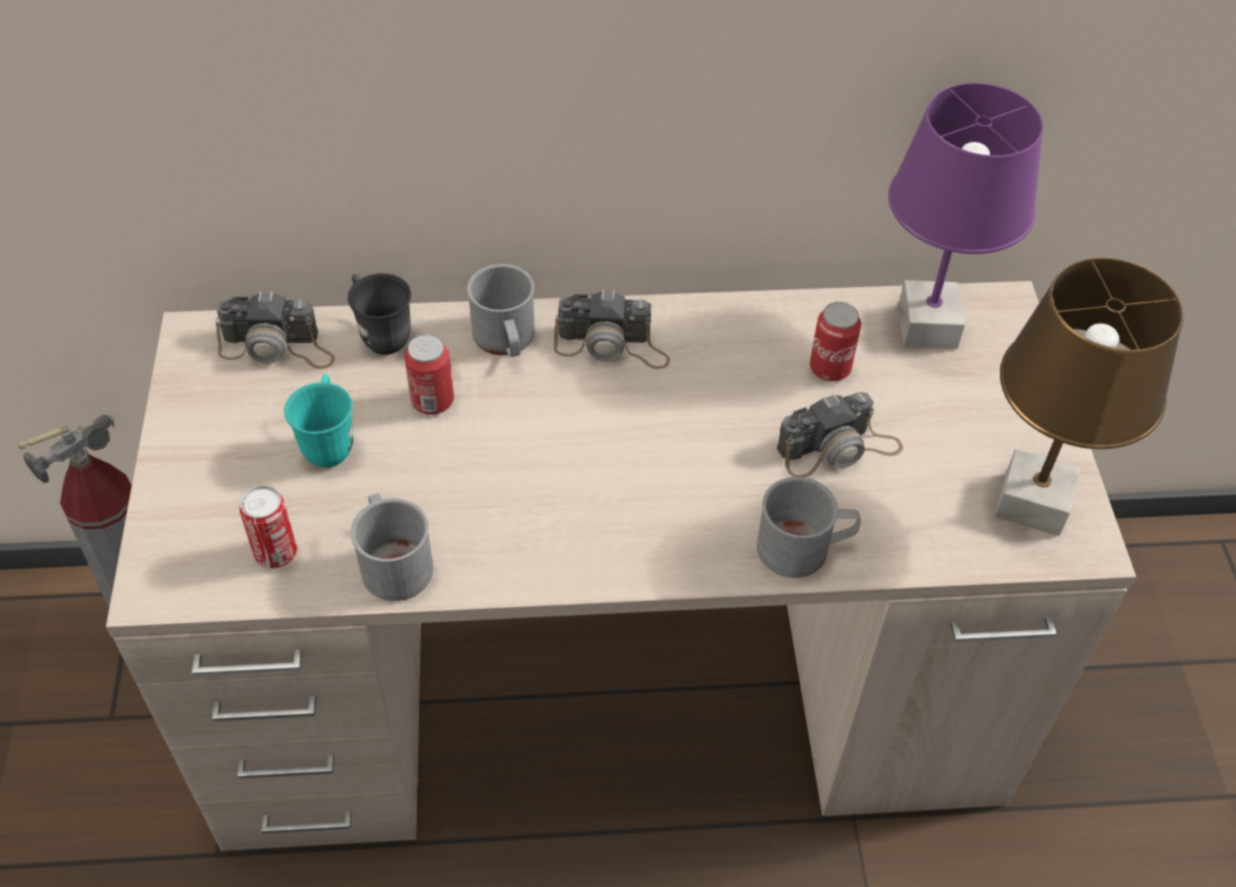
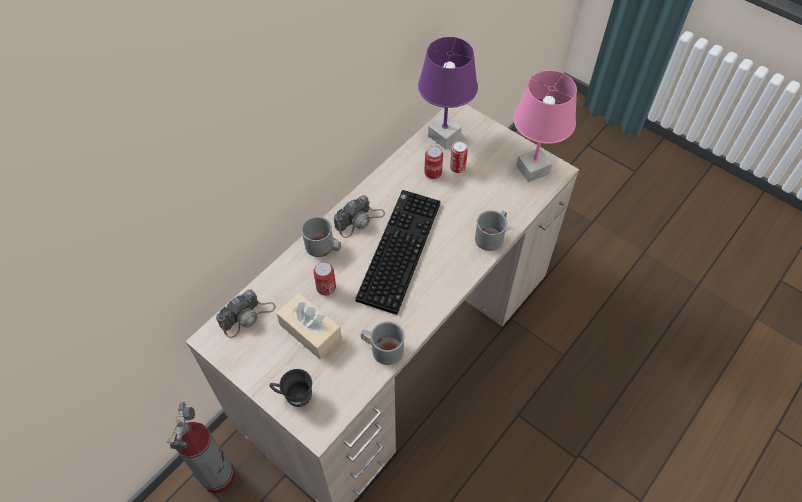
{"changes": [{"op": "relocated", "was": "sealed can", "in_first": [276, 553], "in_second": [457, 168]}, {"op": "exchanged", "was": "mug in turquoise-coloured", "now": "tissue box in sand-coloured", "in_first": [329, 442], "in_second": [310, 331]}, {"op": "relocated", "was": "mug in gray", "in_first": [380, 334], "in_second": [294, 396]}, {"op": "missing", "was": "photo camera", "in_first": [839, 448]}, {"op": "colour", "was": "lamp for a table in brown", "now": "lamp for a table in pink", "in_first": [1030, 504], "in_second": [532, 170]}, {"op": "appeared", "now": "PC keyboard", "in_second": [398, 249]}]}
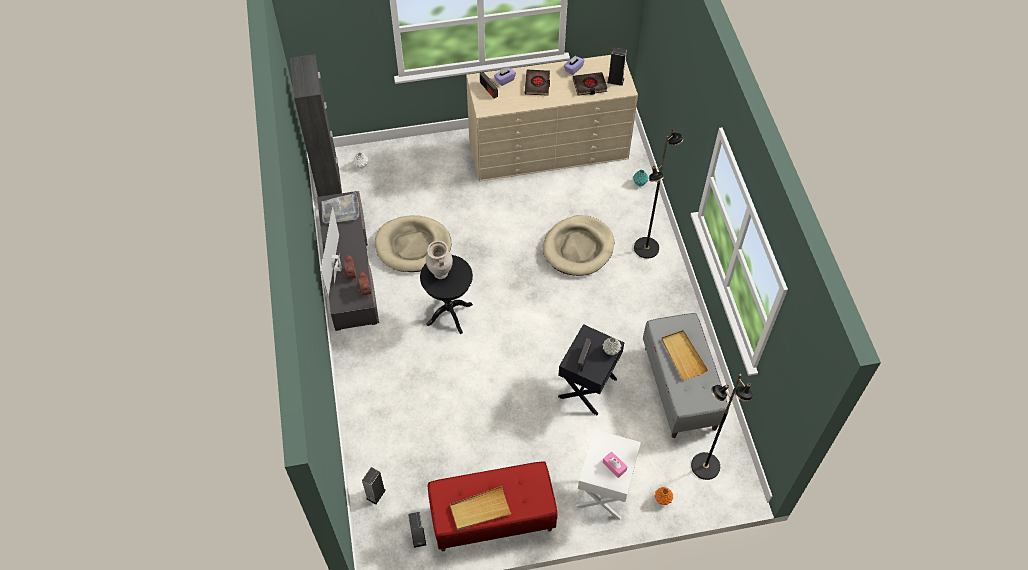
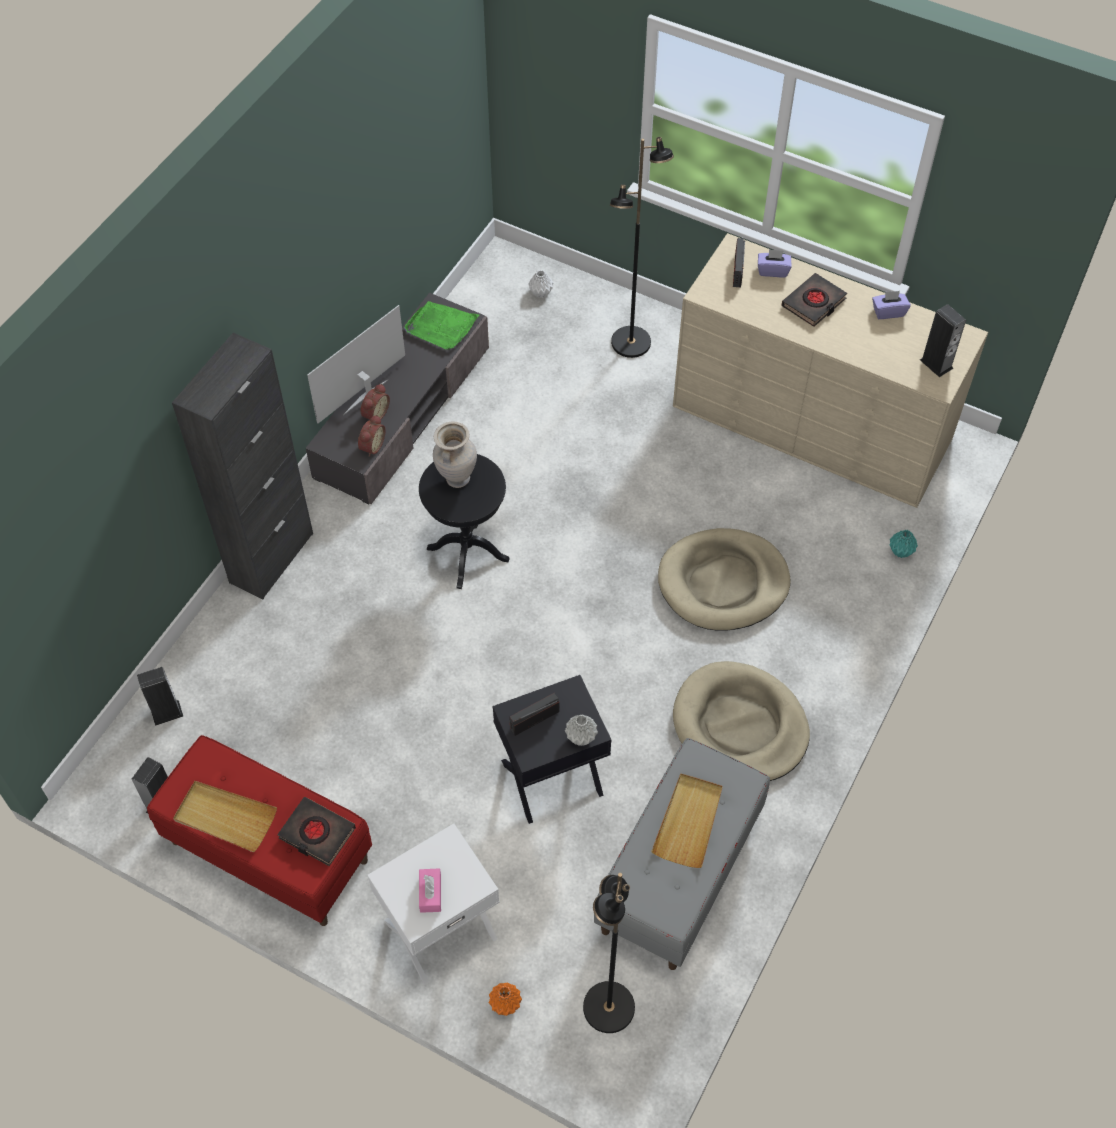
{"changes": [{"op": "relocated", "was": "storage cabinet in black", "in_first": [330, 188], "in_second": [271, 558]}, {"op": "colour", "was": "serving tray in gray", "now": "serving tray in green", "in_first": [341, 210], "in_second": [441, 327]}, {"op": "relocated", "was": "pet bed in sand-coloured", "in_first": [413, 246], "in_second": [740, 726]}, {"op": "relocated", "was": "volume in black", "in_first": [589, 86], "in_second": [317, 834]}, {"op": "relocated", "was": "standard lamp in black", "in_first": [647, 248], "in_second": [631, 343]}]}
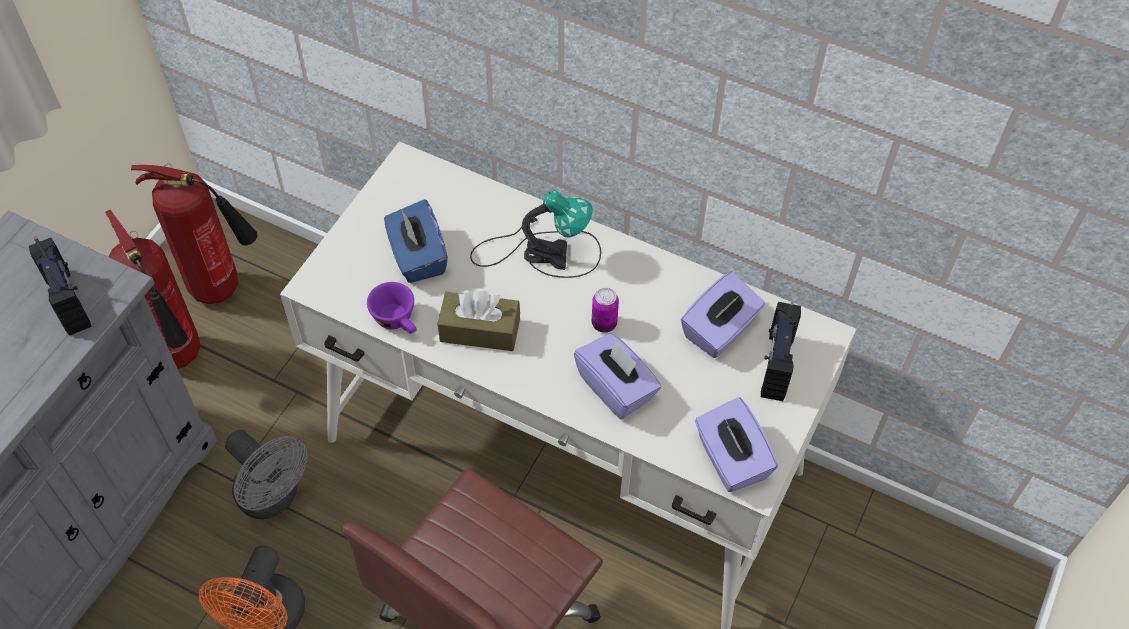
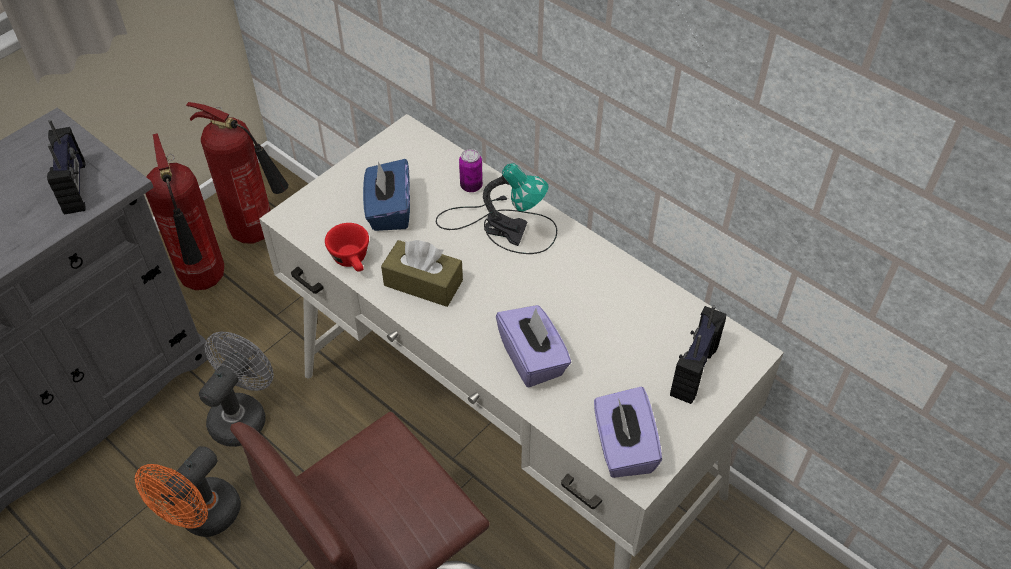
{"changes": [{"op": "spun", "was": "fan in gray", "in_first": [273, 498], "in_second": [243, 414], "clockwise": -120}, {"op": "colour", "was": "drinking cup in purple", "now": "drinking cup in red", "in_first": [398, 321], "in_second": [353, 261]}, {"op": "relocated", "was": "sealed can", "in_first": [604, 324], "in_second": [471, 186]}, {"op": "missing", "was": "tissue box in purple", "in_first": [720, 330]}]}
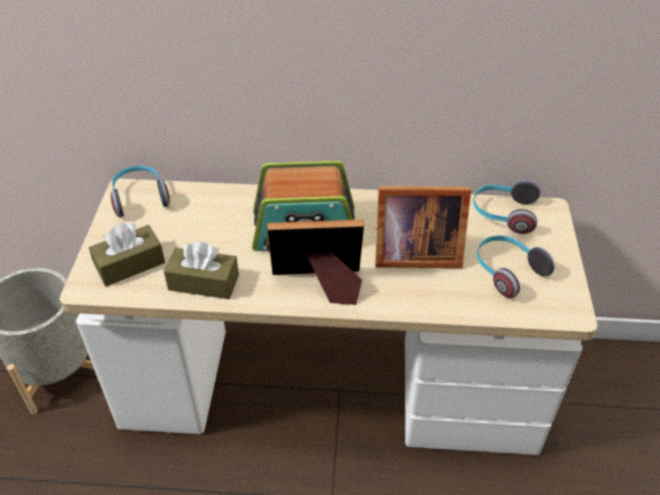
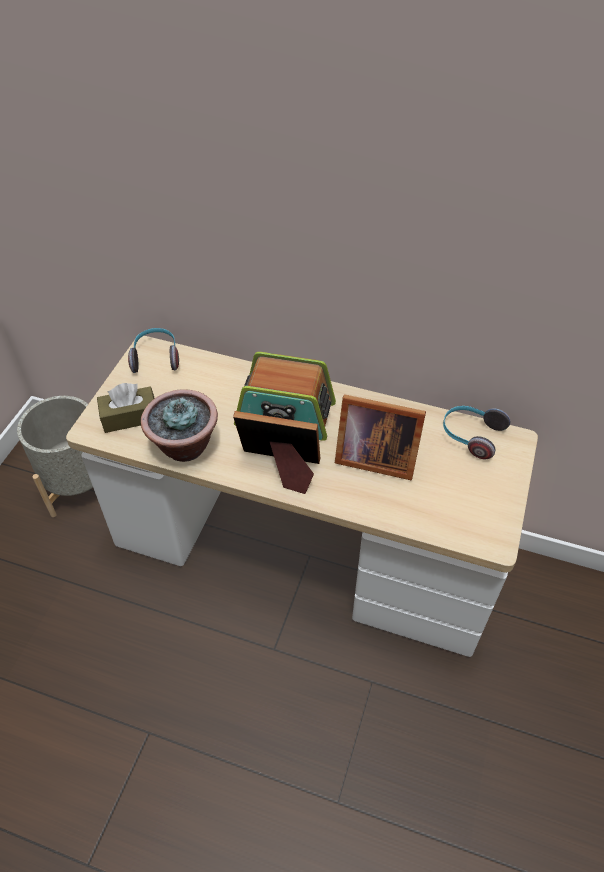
{"changes": [{"op": "exchanged", "was": "tissue box in brown", "now": "houseplant", "in_first": [203, 282], "in_second": [184, 446]}, {"op": "missing", "was": "headset", "in_first": [506, 271]}]}
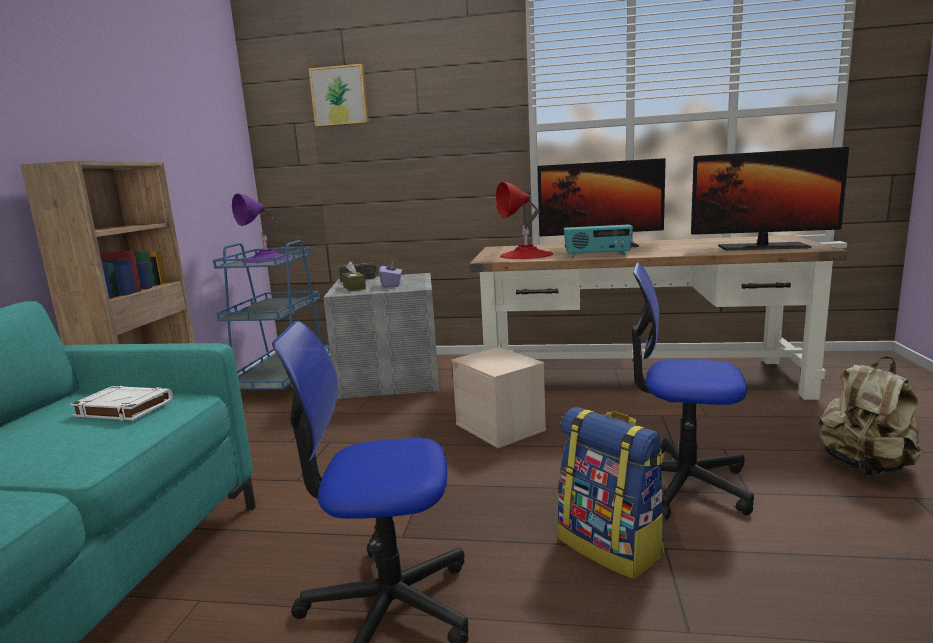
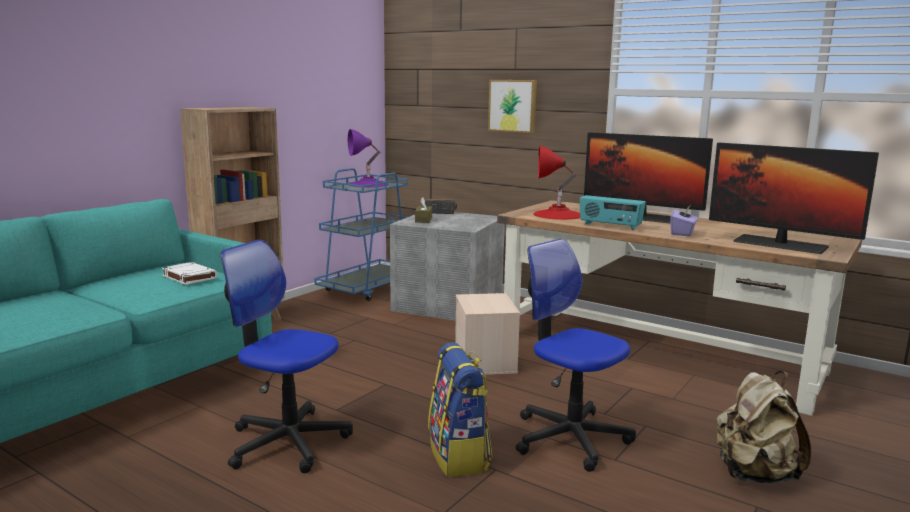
{"changes": [{"op": "relocated", "was": "picture", "in_first": [340, 96], "in_second": [513, 105]}, {"op": "relocated", "was": "tissue box in purple", "in_first": [392, 285], "in_second": [682, 233]}]}
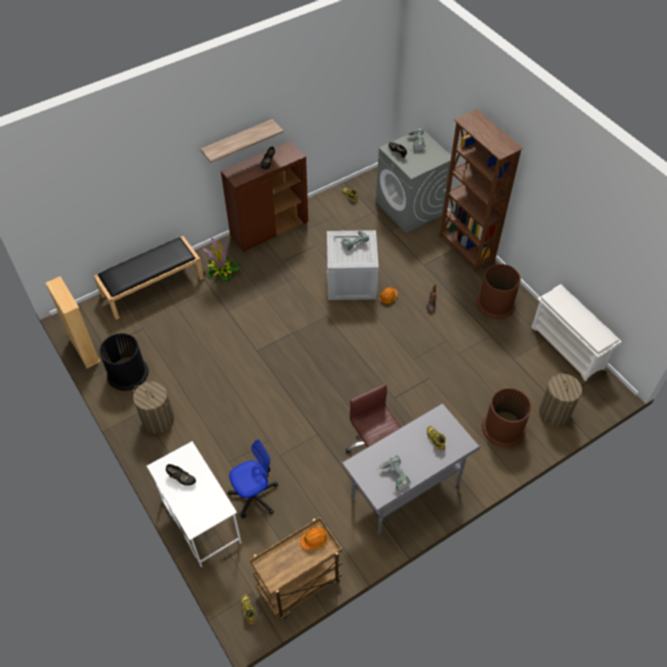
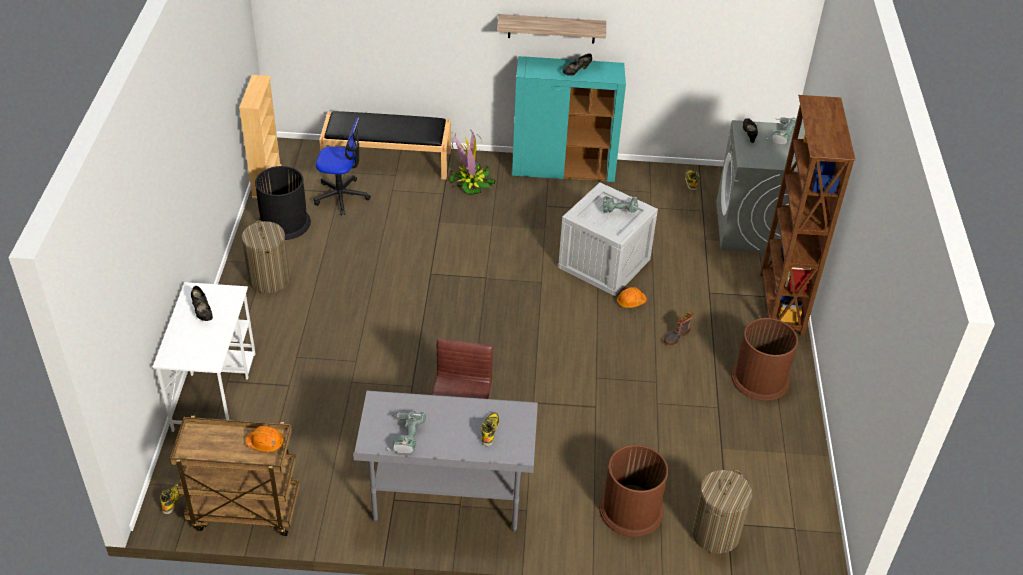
{"changes": [{"op": "colour", "was": "storage cabinet in brown", "now": "storage cabinet in turquoise-coloured", "in_first": [269, 229], "in_second": [564, 169]}, {"op": "relocated", "was": "computer chair", "in_first": [254, 496], "in_second": [341, 196]}, {"op": "missing", "was": "shoe shelf in white-coloured", "in_first": [568, 348]}]}
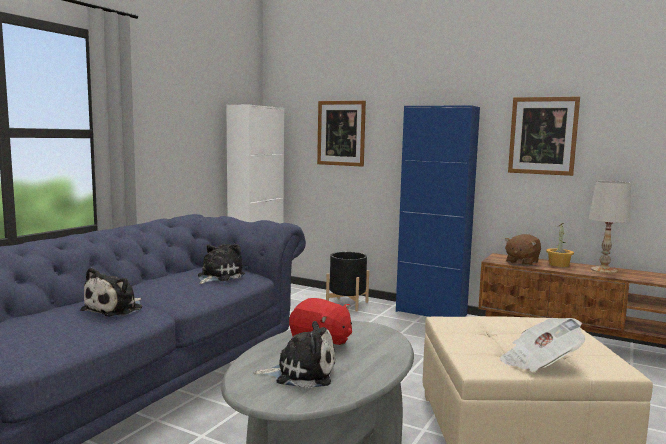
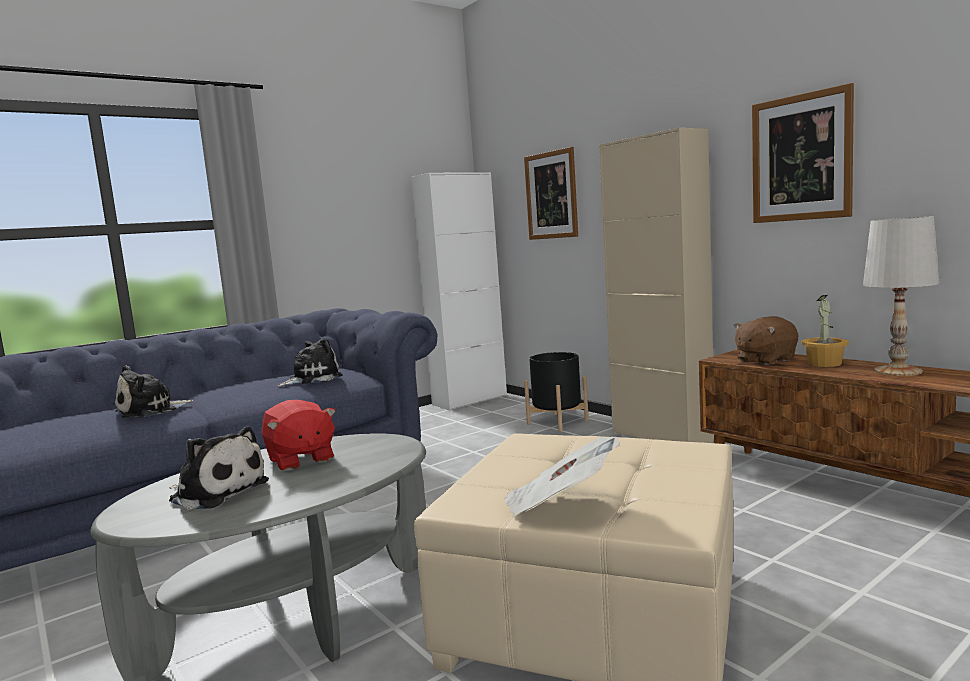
{"changes": [{"op": "colour", "was": "storage cabinet in blue-coloured", "now": "storage cabinet in sand-coloured", "in_first": [431, 313], "in_second": [661, 437]}]}
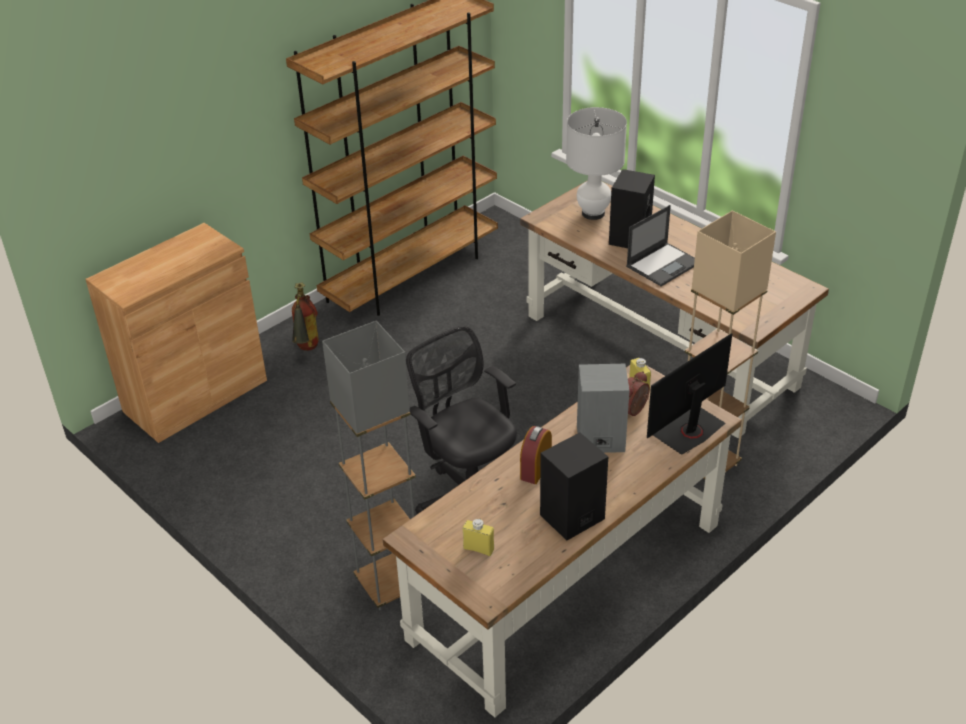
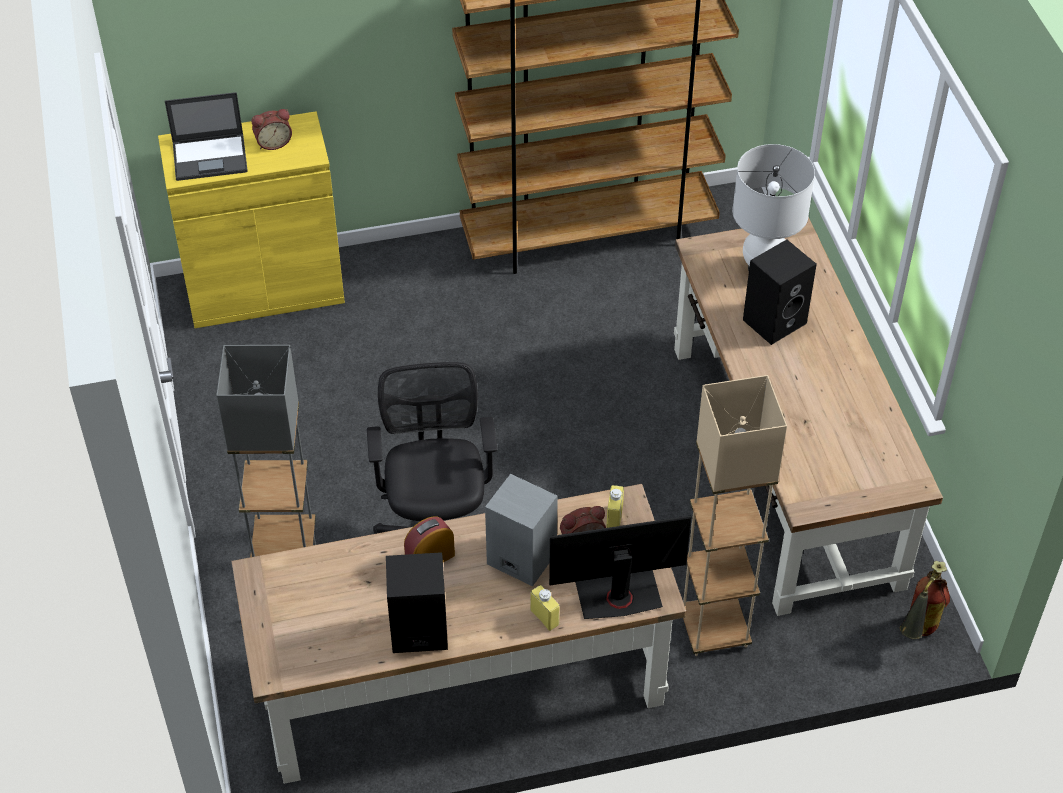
{"changes": [{"op": "colour", "was": "storage cabinet in brown", "now": "storage cabinet in yellow-coloured", "in_first": [195, 396], "in_second": [264, 289]}, {"op": "relocated", "was": "fire extinguisher", "in_first": [306, 350], "in_second": [916, 634]}, {"op": "relocated", "was": "beverage bottle in yellow-coloured", "in_first": [478, 548], "in_second": [544, 617]}, {"op": "relocated", "was": "notebook computer", "in_first": [663, 264], "in_second": [211, 157]}, {"op": "appeared", "now": "alarm clock", "in_second": [273, 142]}]}
